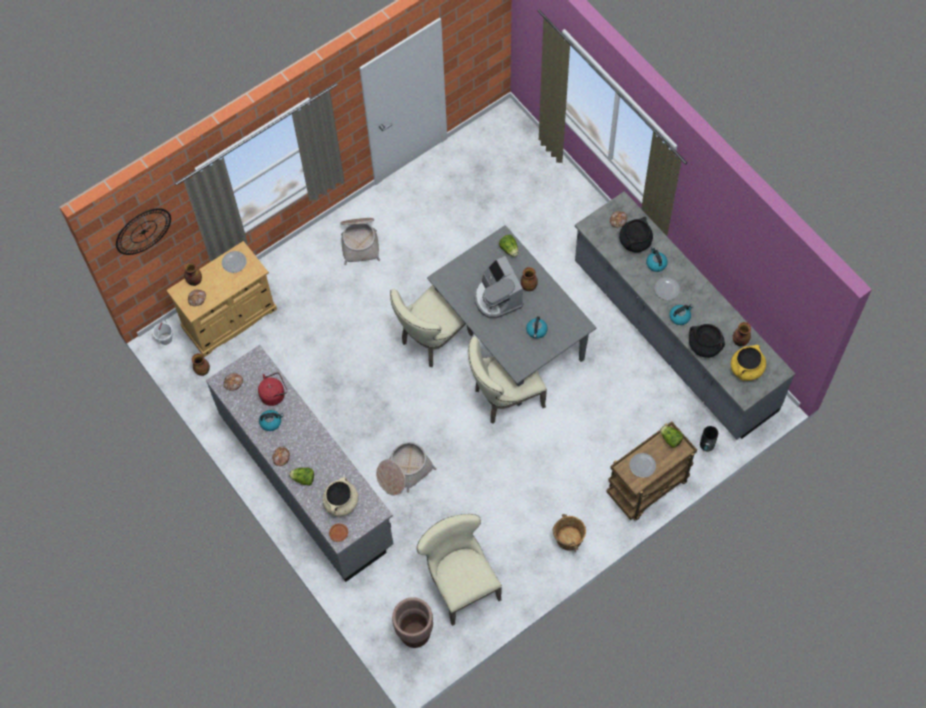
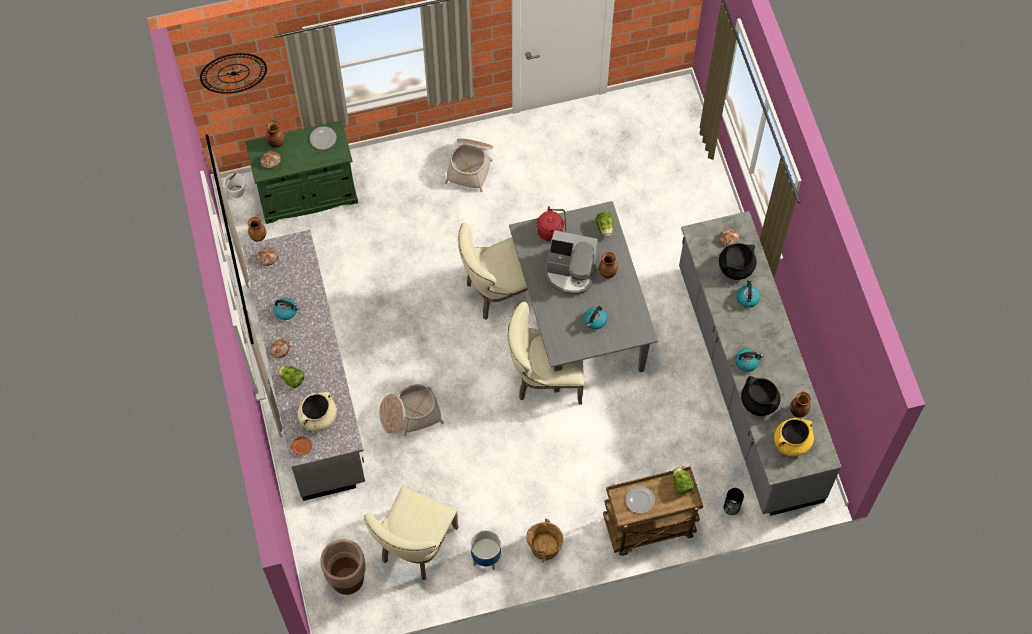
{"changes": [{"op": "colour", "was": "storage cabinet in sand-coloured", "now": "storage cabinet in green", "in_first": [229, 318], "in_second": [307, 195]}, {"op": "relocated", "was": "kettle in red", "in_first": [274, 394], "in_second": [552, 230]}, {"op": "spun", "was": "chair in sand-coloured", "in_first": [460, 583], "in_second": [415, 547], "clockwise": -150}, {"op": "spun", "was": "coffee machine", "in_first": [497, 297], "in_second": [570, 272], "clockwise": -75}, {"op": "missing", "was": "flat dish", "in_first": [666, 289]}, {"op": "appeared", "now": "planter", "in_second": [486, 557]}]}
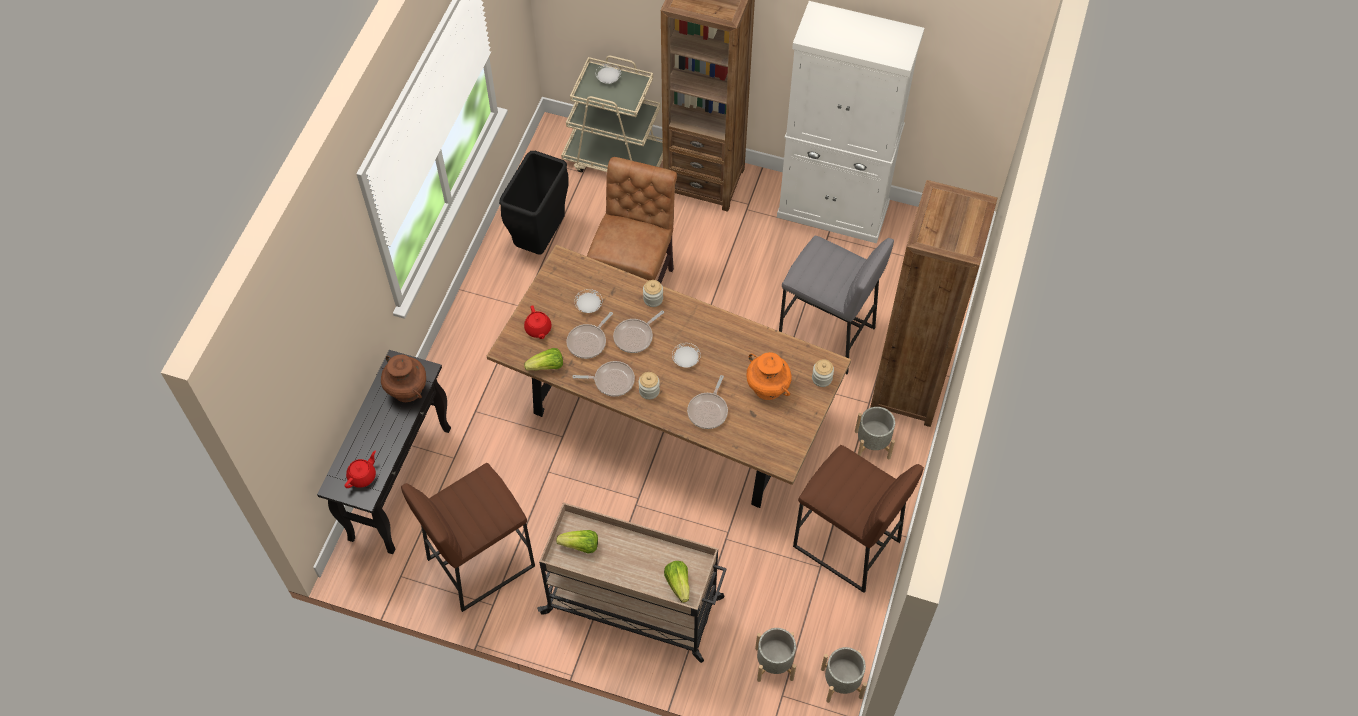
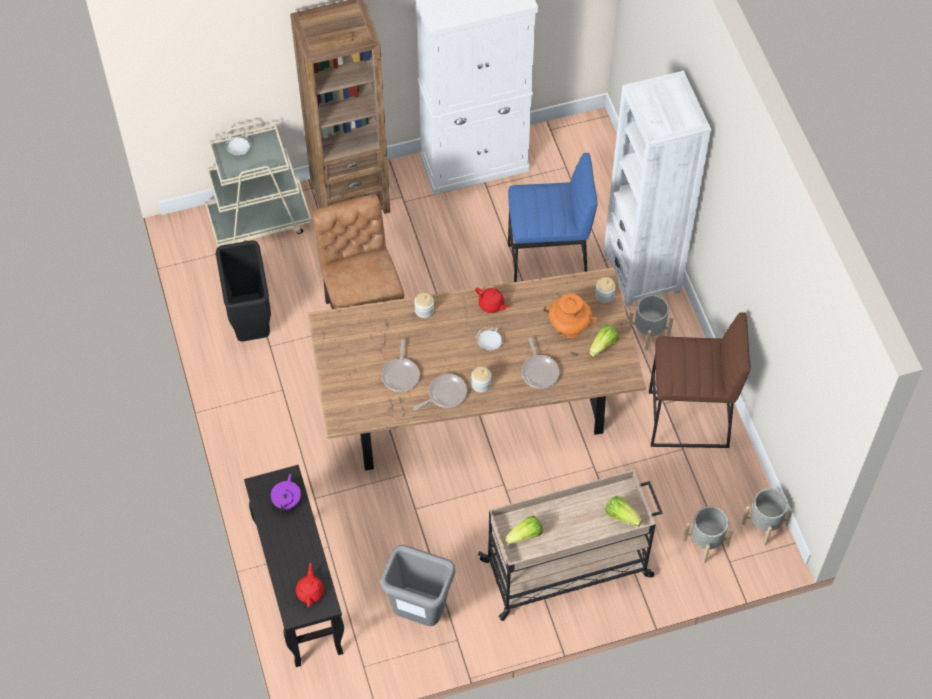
{"changes": [{"op": "exchanged", "was": "flower vase in brown", "now": "teapot in purple", "in_first": [407, 389], "in_second": [287, 501]}, {"op": "exchanged", "was": "stool seat in brown", "now": "waste bin in gray", "in_first": [480, 561], "in_second": [419, 613]}, {"op": "relocated", "was": "teapot in red", "in_first": [538, 329], "in_second": [491, 305]}, {"op": "relocated", "was": "lettuce", "in_first": [546, 367], "in_second": [603, 345]}, {"op": "missing", "was": "flat dish in white-coloured", "in_first": [589, 305]}, {"op": "missing", "was": "skillet", "in_first": [635, 336]}, {"op": "colour", "was": "stool seat in gray", "now": "stool seat in blue-coloured", "in_first": [825, 335], "in_second": [547, 267]}, {"op": "colour", "was": "bookshelf in brown", "now": "bookshelf in white-coloured", "in_first": [909, 388], "in_second": [642, 271]}]}
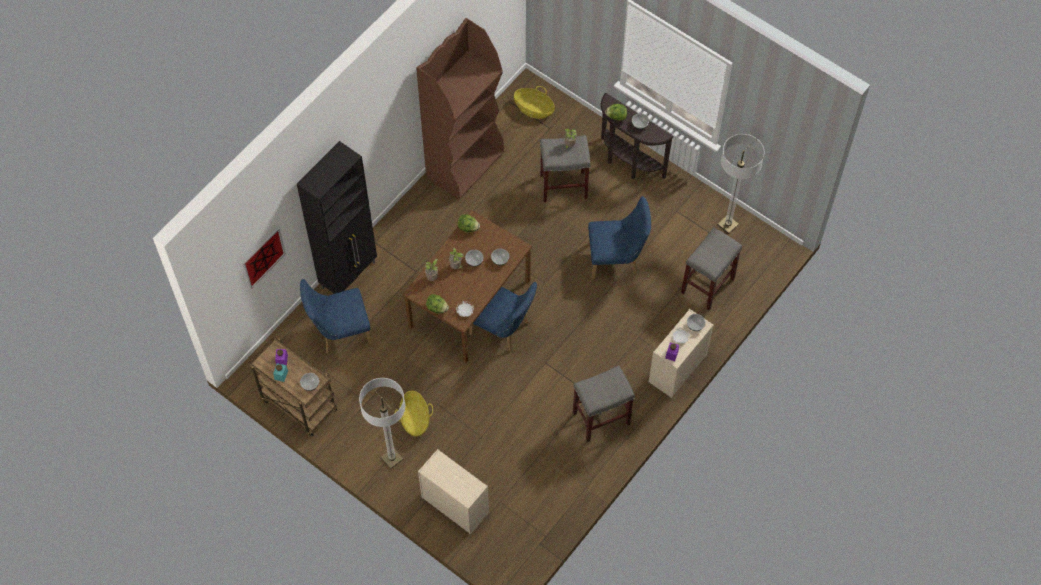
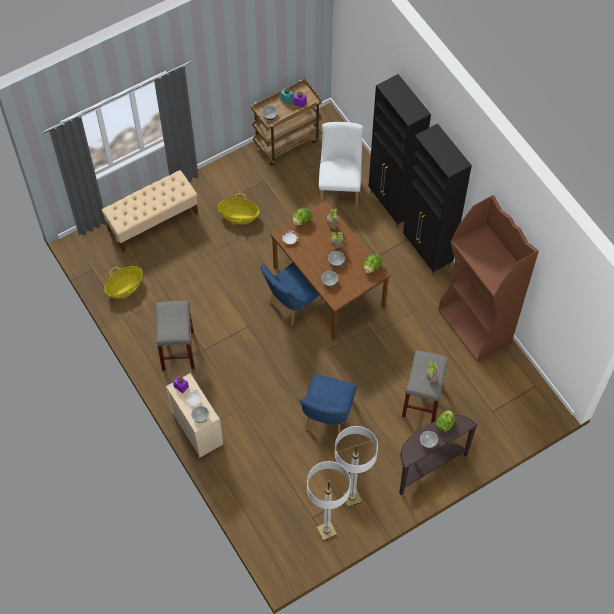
{"changes": [{"op": "missing", "was": "picture", "in_first": [263, 257]}, {"op": "colour", "was": "chair in blue-coloured", "now": "chair in white-coloured", "in_first": [339, 332], "in_second": [340, 185]}, {"op": "relocated", "was": "standard lamp", "in_first": [392, 458], "in_second": [352, 498]}, {"op": "exchanged", "was": "dresser in sand-coloured", "now": "bench in sand-coloured", "in_first": [454, 504], "in_second": [153, 221]}, {"op": "relocated", "was": "household basket", "in_first": [534, 109], "in_second": [125, 287]}, {"op": "missing", "was": "stool seat in gray", "in_first": [707, 285]}, {"op": "appeared", "now": "storage cabinet in black", "in_second": [427, 253]}]}
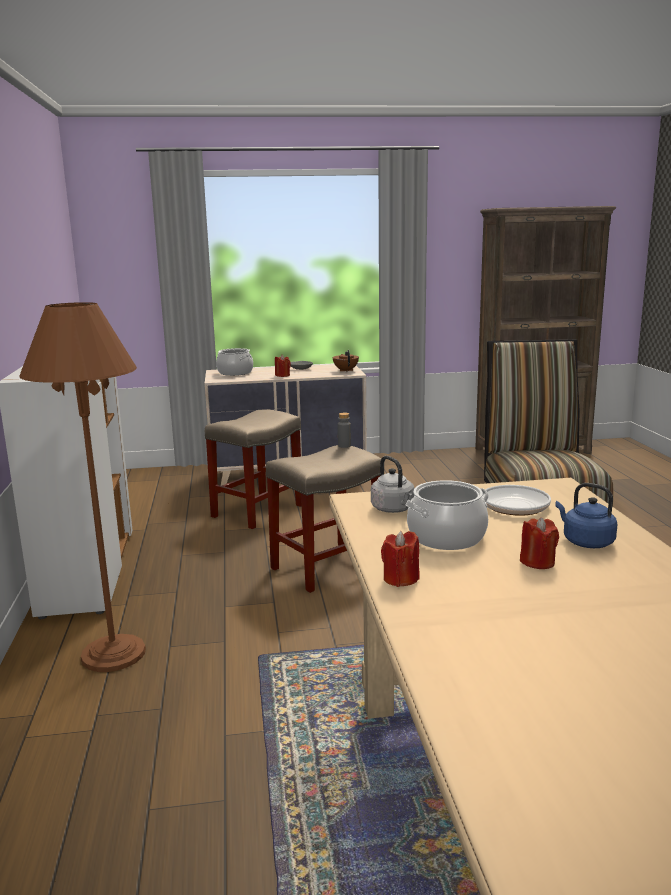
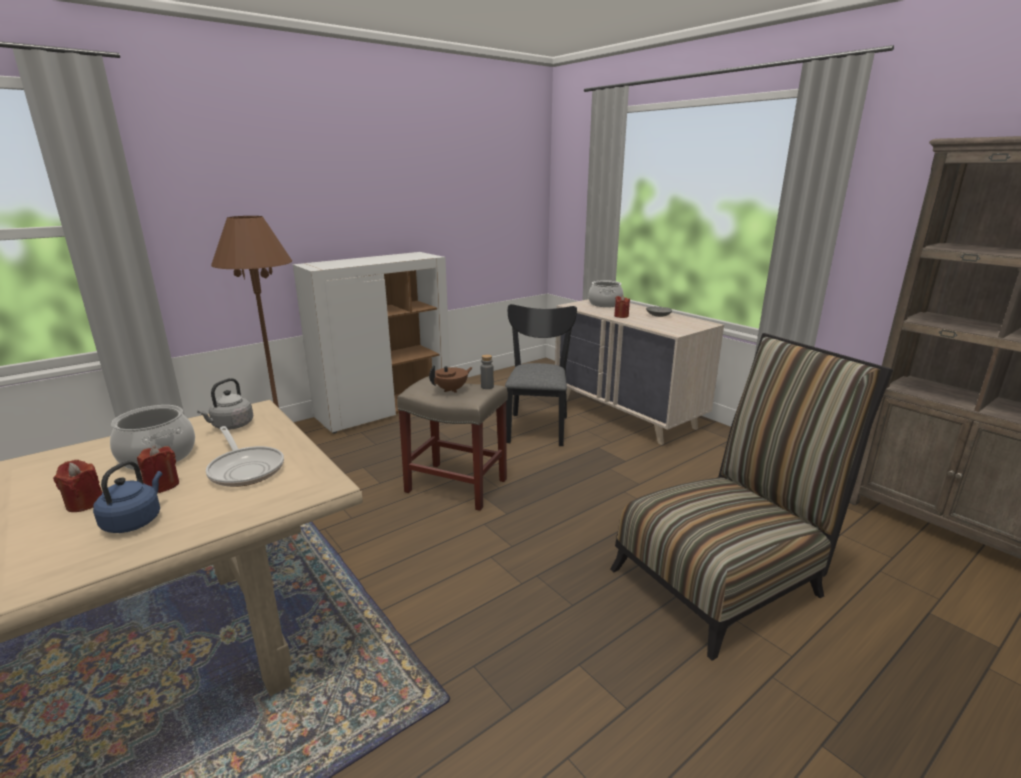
{"changes": [{"op": "exchanged", "was": "stool seat in sand-coloured", "now": "chair in black", "in_first": [258, 510], "in_second": [537, 426]}, {"op": "relocated", "was": "teapot in brown", "in_first": [346, 370], "in_second": [452, 390]}, {"op": "relocated", "was": "wax light in red", "in_first": [400, 579], "in_second": [162, 485]}]}
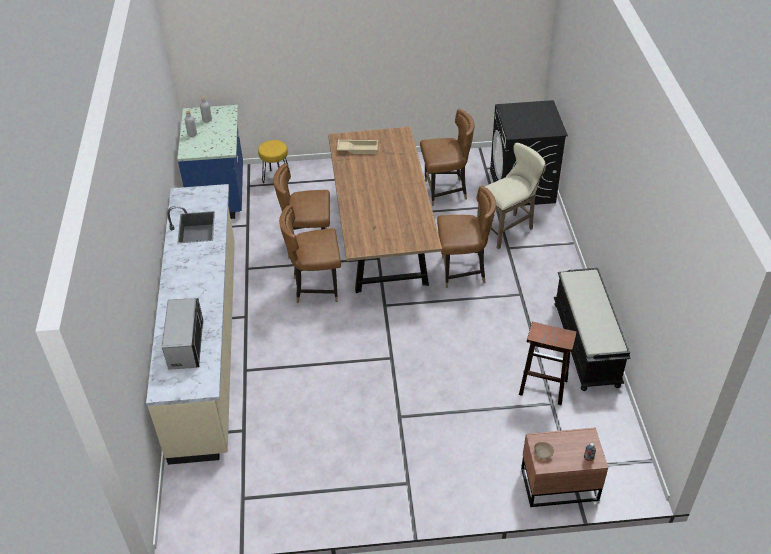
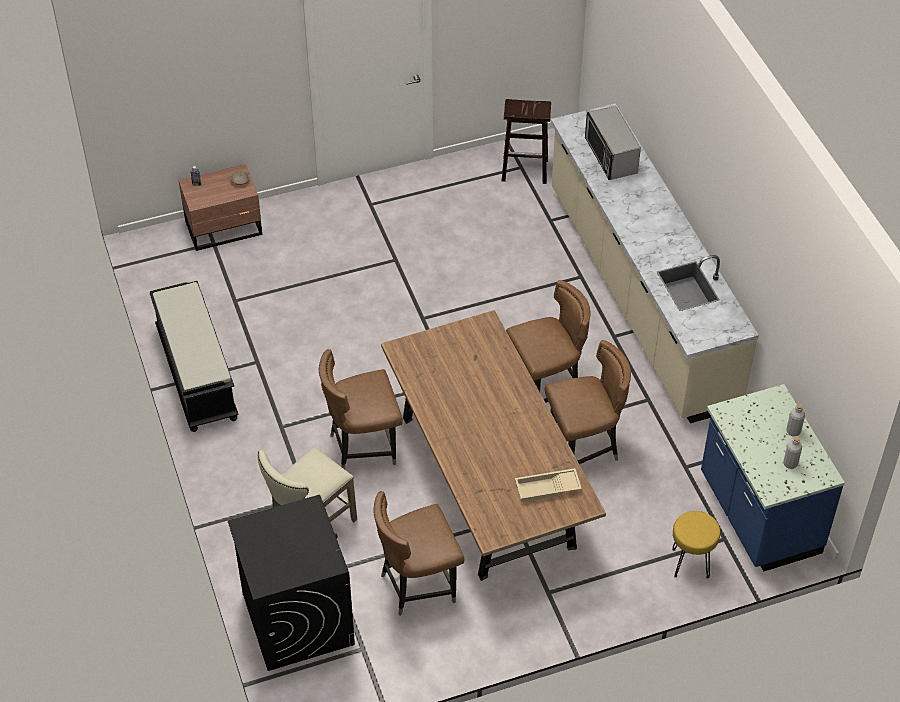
{"changes": [{"op": "relocated", "was": "stool seat in brown", "in_first": [542, 387], "in_second": [525, 170]}]}
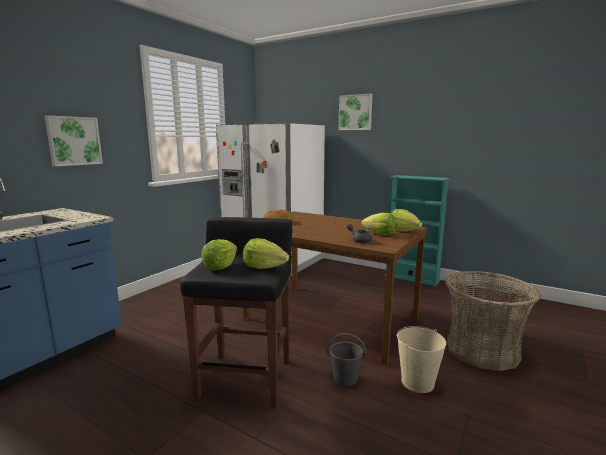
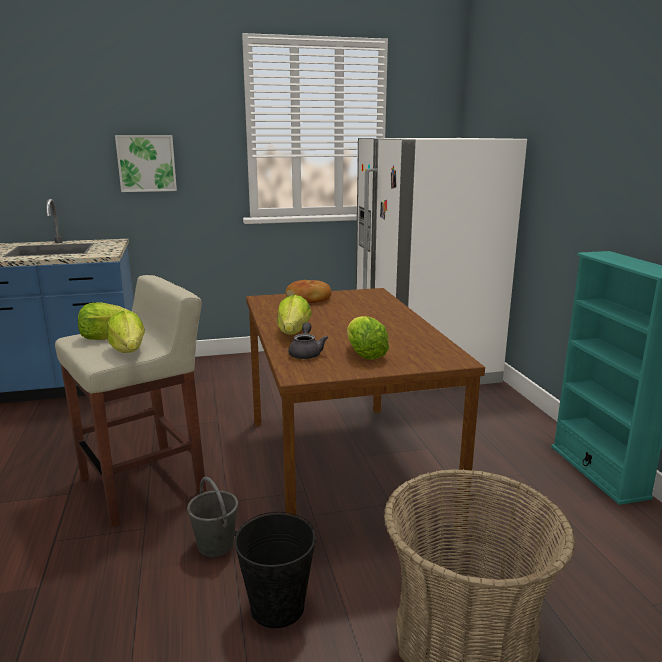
{"changes": [{"op": "colour", "was": "stool seat in black", "now": "stool seat in sand-coloured", "in_first": [246, 377], "in_second": [144, 485]}, {"op": "missing", "was": "picture", "in_first": [355, 112]}, {"op": "relocated", "was": "lettuce", "in_first": [403, 231], "in_second": [293, 333]}, {"op": "colour", "was": "pail in sand-coloured", "now": "pail in black", "in_first": [418, 382], "in_second": [277, 607]}]}
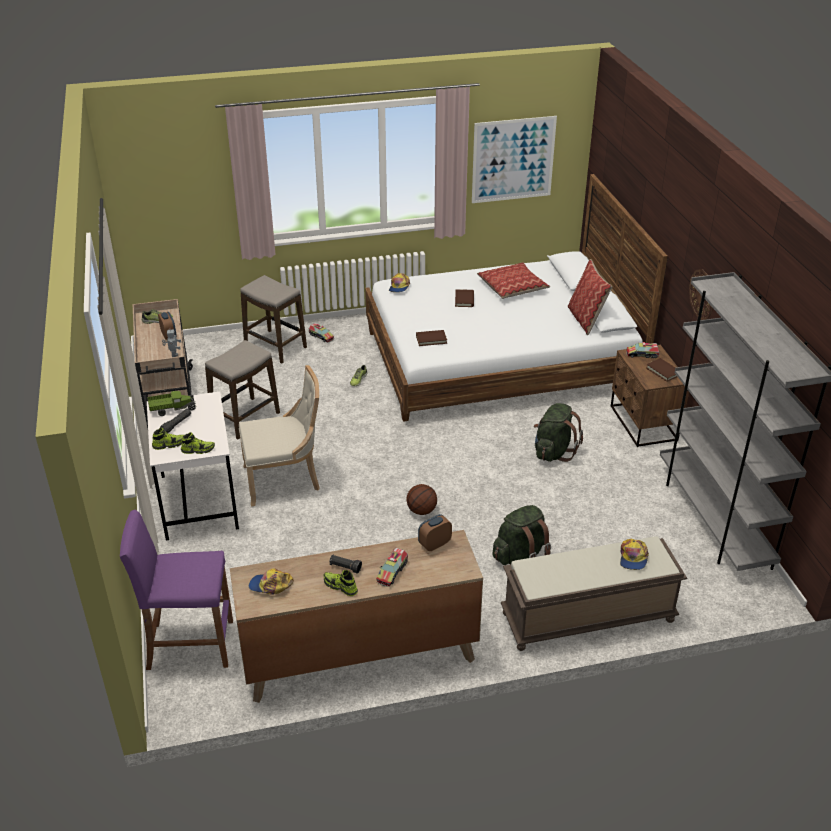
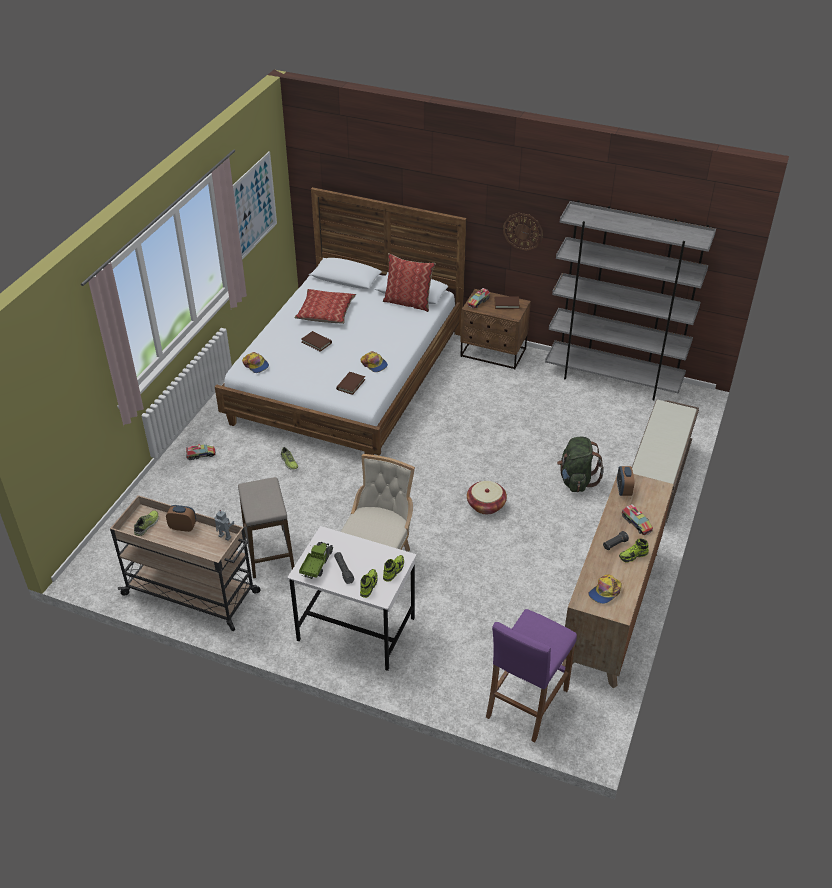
{"changes": [{"op": "missing", "was": "stool seat", "in_first": [275, 347]}, {"op": "exchanged", "was": "basketball", "now": "household basket", "in_first": [421, 511], "in_second": [486, 505]}, {"op": "missing", "was": "knapsack in green", "in_first": [553, 452]}, {"op": "relocated", "was": "baseball cap", "in_first": [633, 557], "in_second": [374, 364]}]}
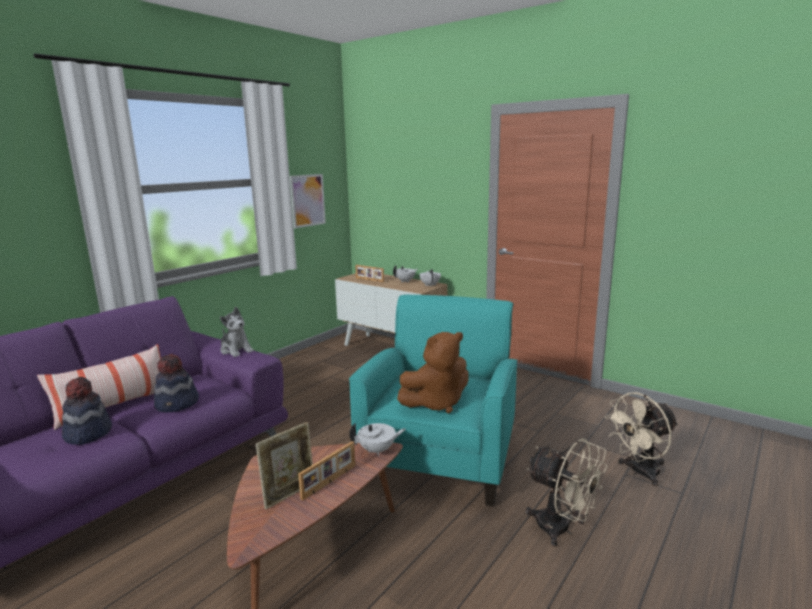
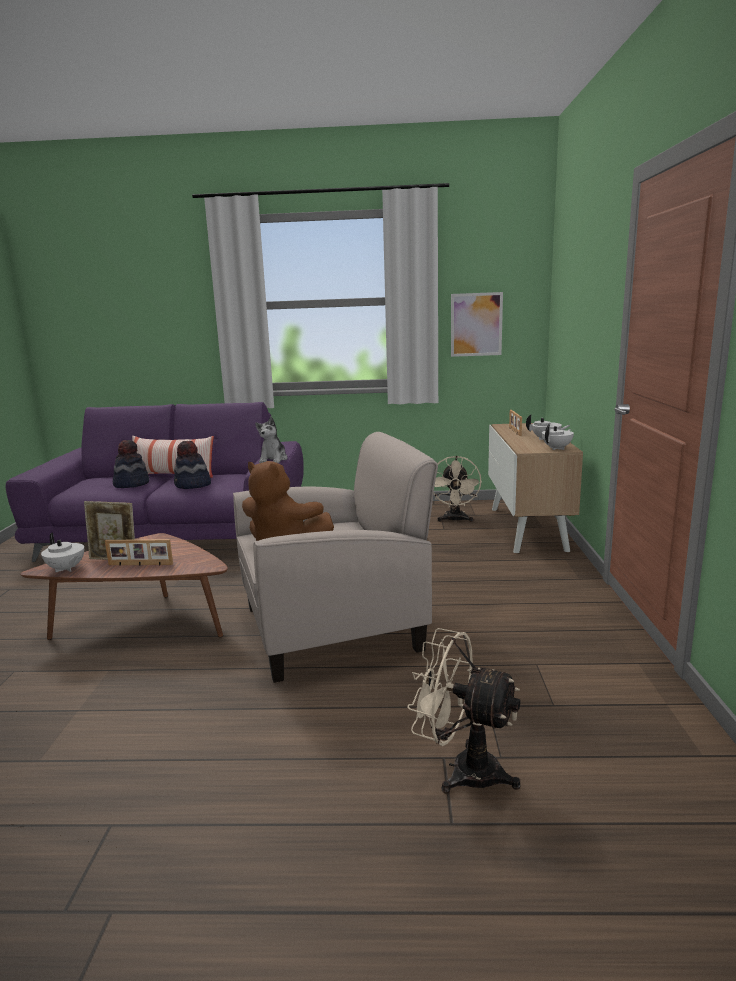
{"changes": [{"op": "colour", "was": "lounge chair in turquoise-coloured", "now": "lounge chair in sand-coloured", "in_first": [440, 457], "in_second": [334, 627]}, {"op": "relocated", "was": "teapot in white-coloured", "in_first": [377, 450], "in_second": [66, 569]}, {"op": "relocated", "was": "fan in sand-coloured", "in_first": [561, 529], "in_second": [455, 520]}]}
